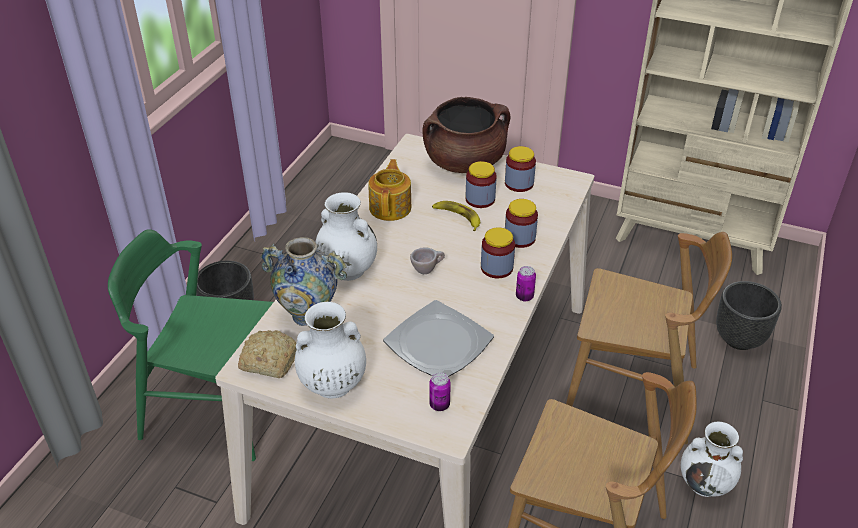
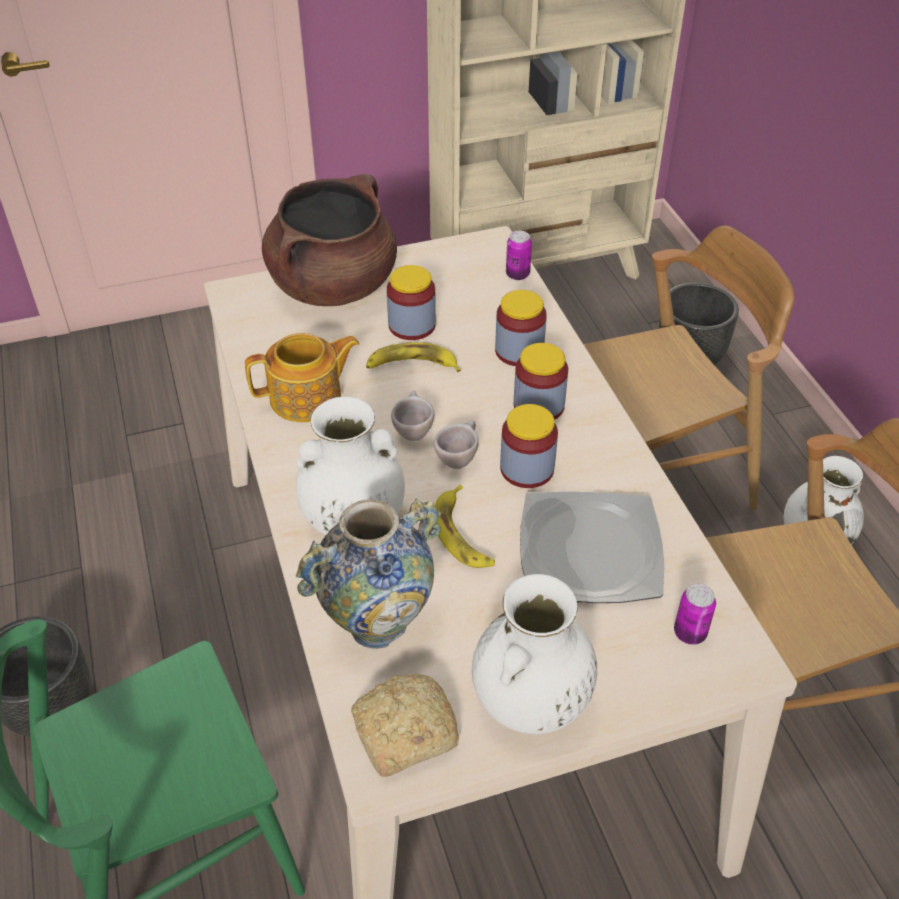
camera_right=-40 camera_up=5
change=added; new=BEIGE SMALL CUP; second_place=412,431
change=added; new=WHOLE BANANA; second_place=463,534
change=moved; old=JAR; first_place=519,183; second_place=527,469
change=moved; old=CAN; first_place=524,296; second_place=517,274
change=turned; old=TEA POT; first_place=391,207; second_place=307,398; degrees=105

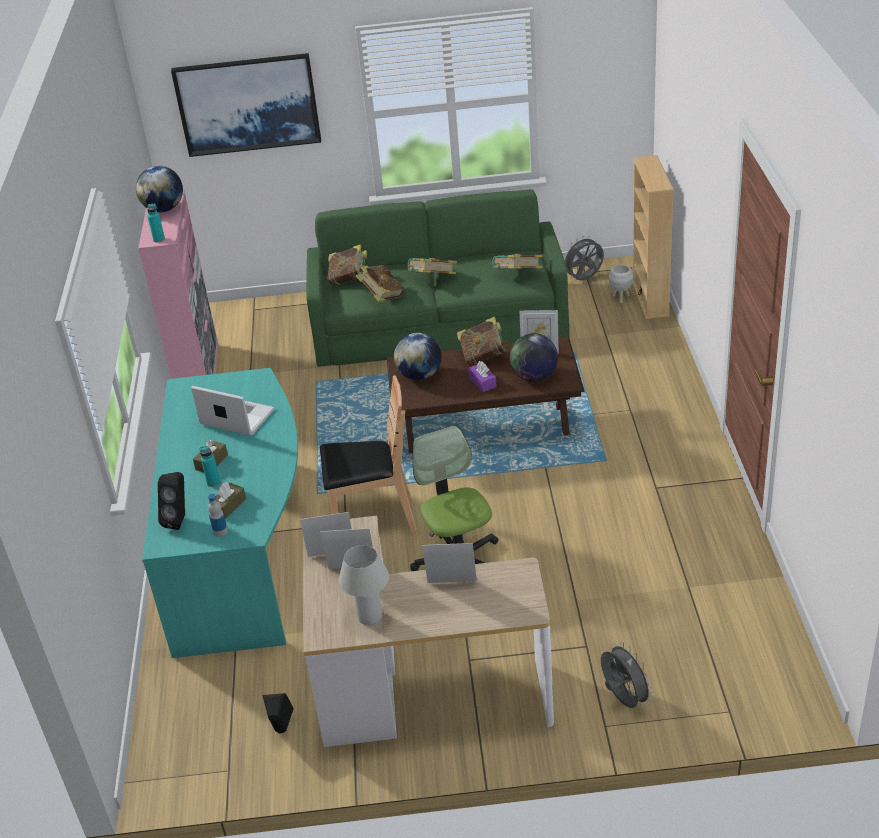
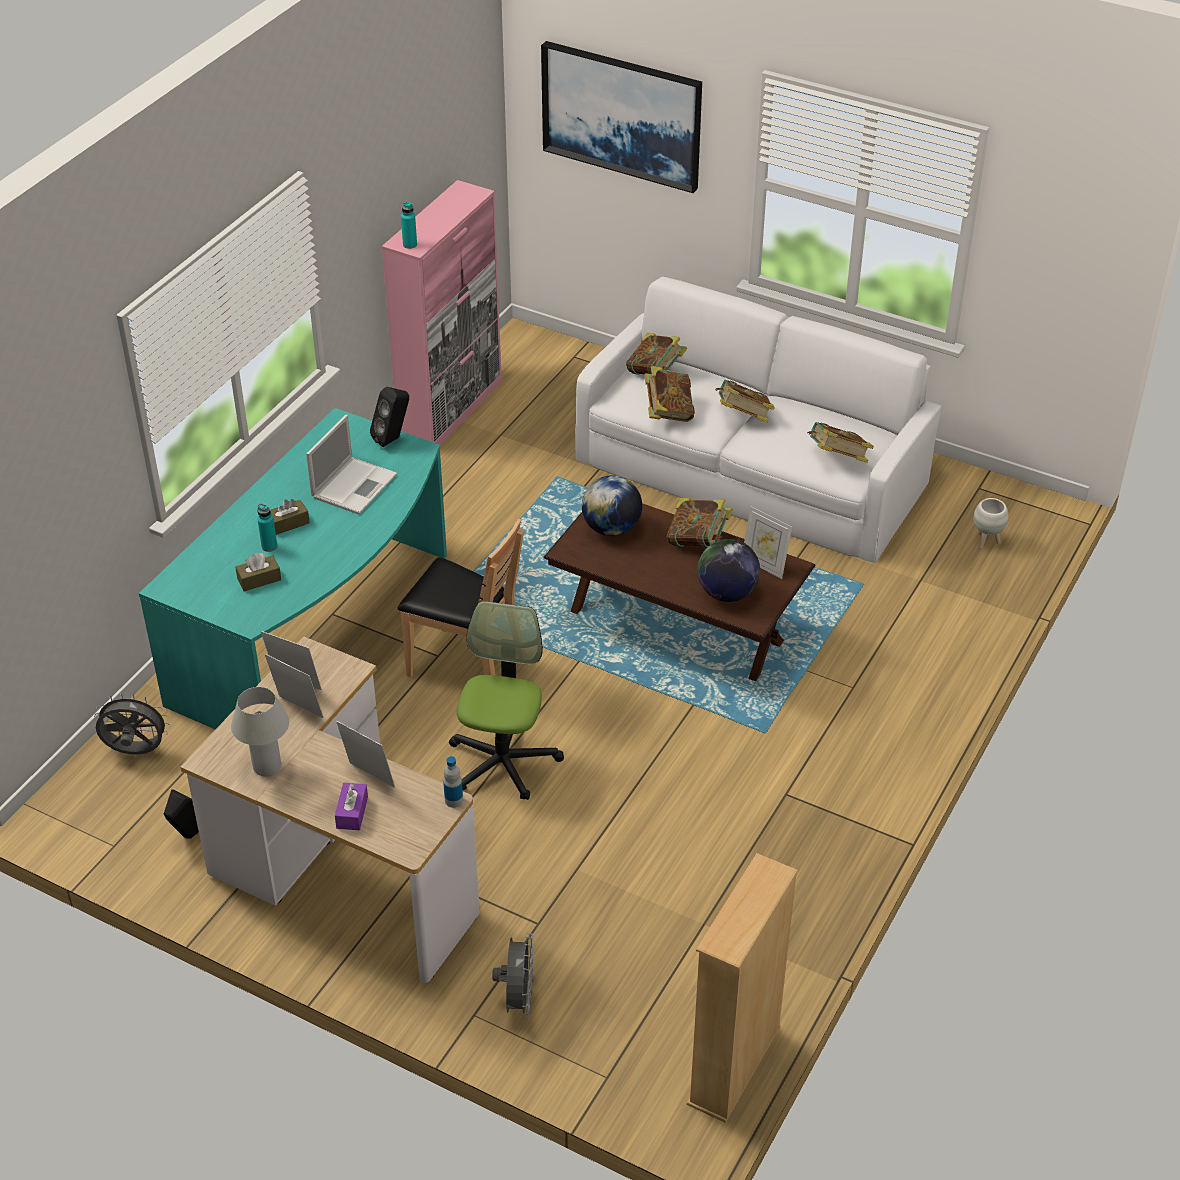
camera_right=30 camera_up=5
change=removed; old=WORLD GLOBE; first_place=164,209
change=moved; old=BLACK-COLOURED SPEAKER; first_place=179,520; second_place=393,439
change=moved; old=DRINK BOTTLE; first_place=220,531; second_place=454,800
change=moved; old=PURPLE TISSUE BOX; first_place=482,382; second_place=352,812
change=moved; old=GREY ELECTRIC FAN; first_place=584,279; second_place=135,752
change=moved; old=BEIGE SHELVING UNIT; first_place=650,298; second_place=734,1065
change=recoloured; old=GREENISH SOFA; new=WHITE-COLOURED SOFA; first_place=439,321; second_place=753,468
change=turned; old=PORTABLE COMPUTER; first_place=236,417; second_place=355,485; degrees=60

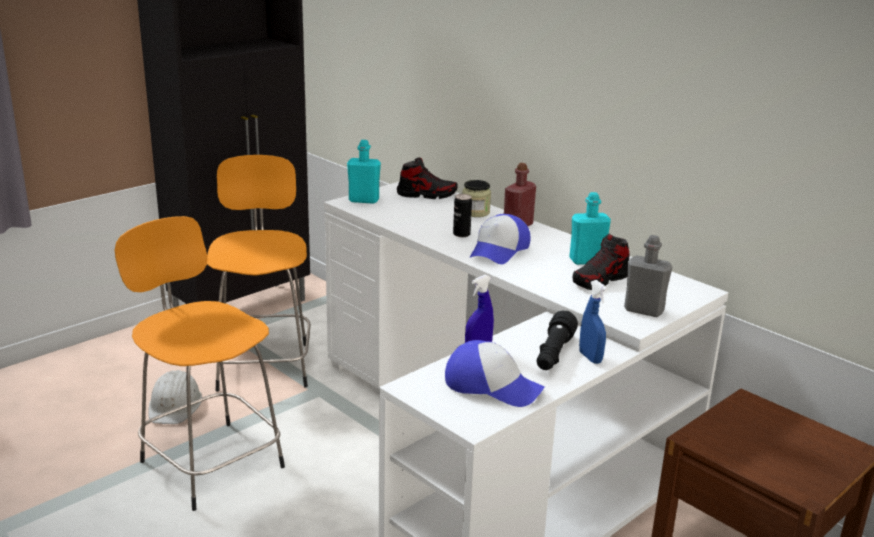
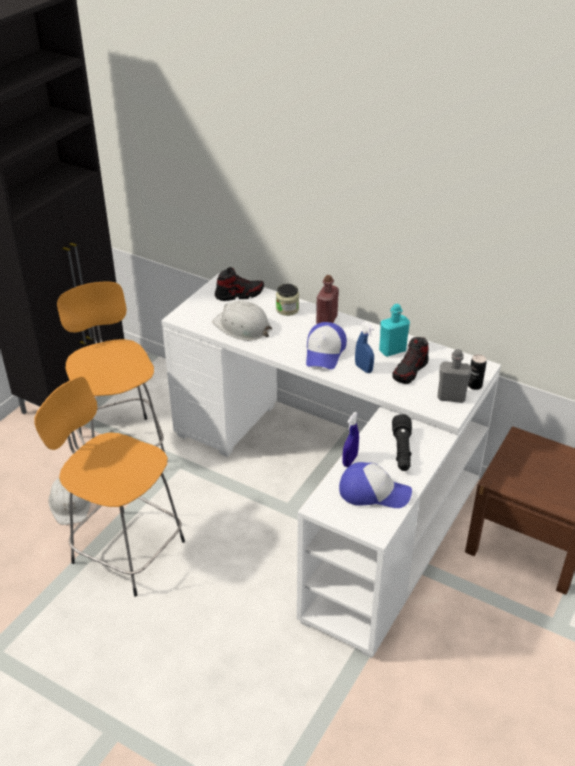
camera_right=-15 camera_up=15
change=removed; old=TURQUOISE DRINK BOTTLE; first_place=364,200
change=added; new=WHITE-COLOURED WORK HELMET; second_place=242,327
change=moved; old=CAN; first_place=461,234; second_place=474,385
change=moved; old=BLUE-COLOURED SPRAY BOTTLE; first_place=590,358; second_place=363,368

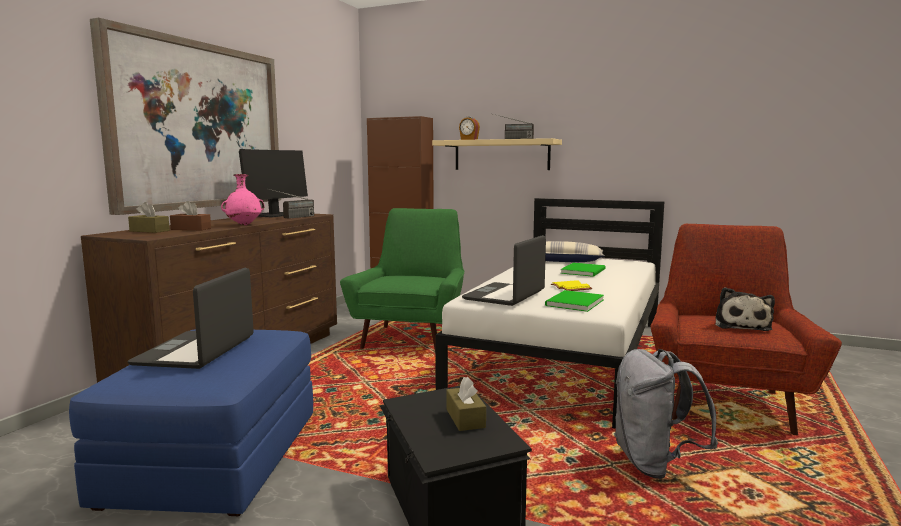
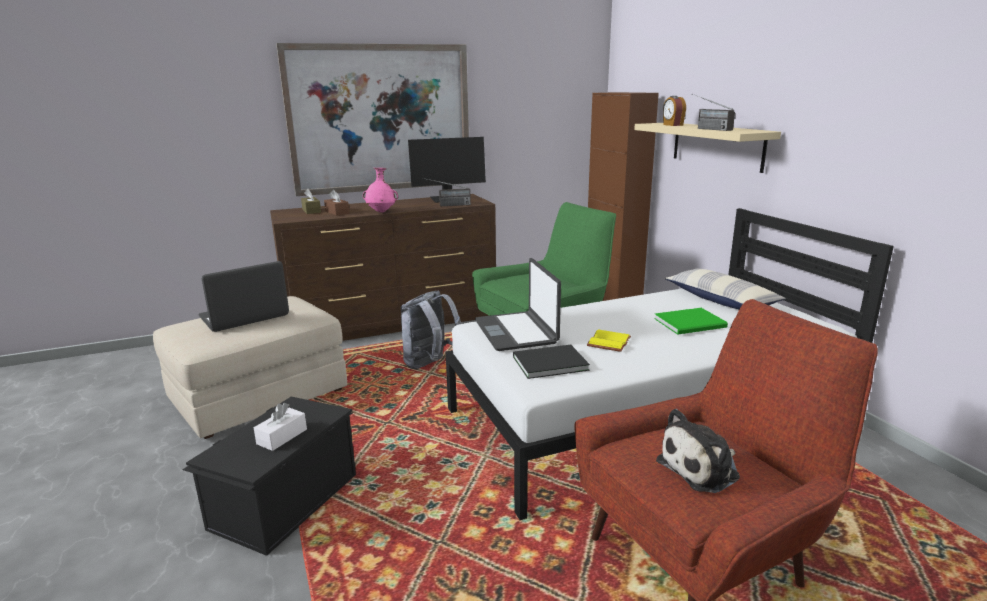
camera_right=45 camera_up=10
change=moved; old=GREY RUCKSACK; first_place=654,464; second_place=430,365
change=recoloured; old=BLUE-COLOURED FOOTREST; new=BEIGE FOOTREST; first_place=215,459; second_place=258,395
change=recoloured; old=BROWNISH TISSUE BOX; new=WHITE-COLOURED TISSUE BOX; first_place=465,418; second_place=282,436
change=recoloured; old=GREENISH BOUND BOOK; new=BLACK-COLOURED BOUND BOOK; first_place=572,303; second_place=547,363
change=turned; old=PORTABLE COMPUTER; first_place=505,295; second_place=516,332; degrees=-90

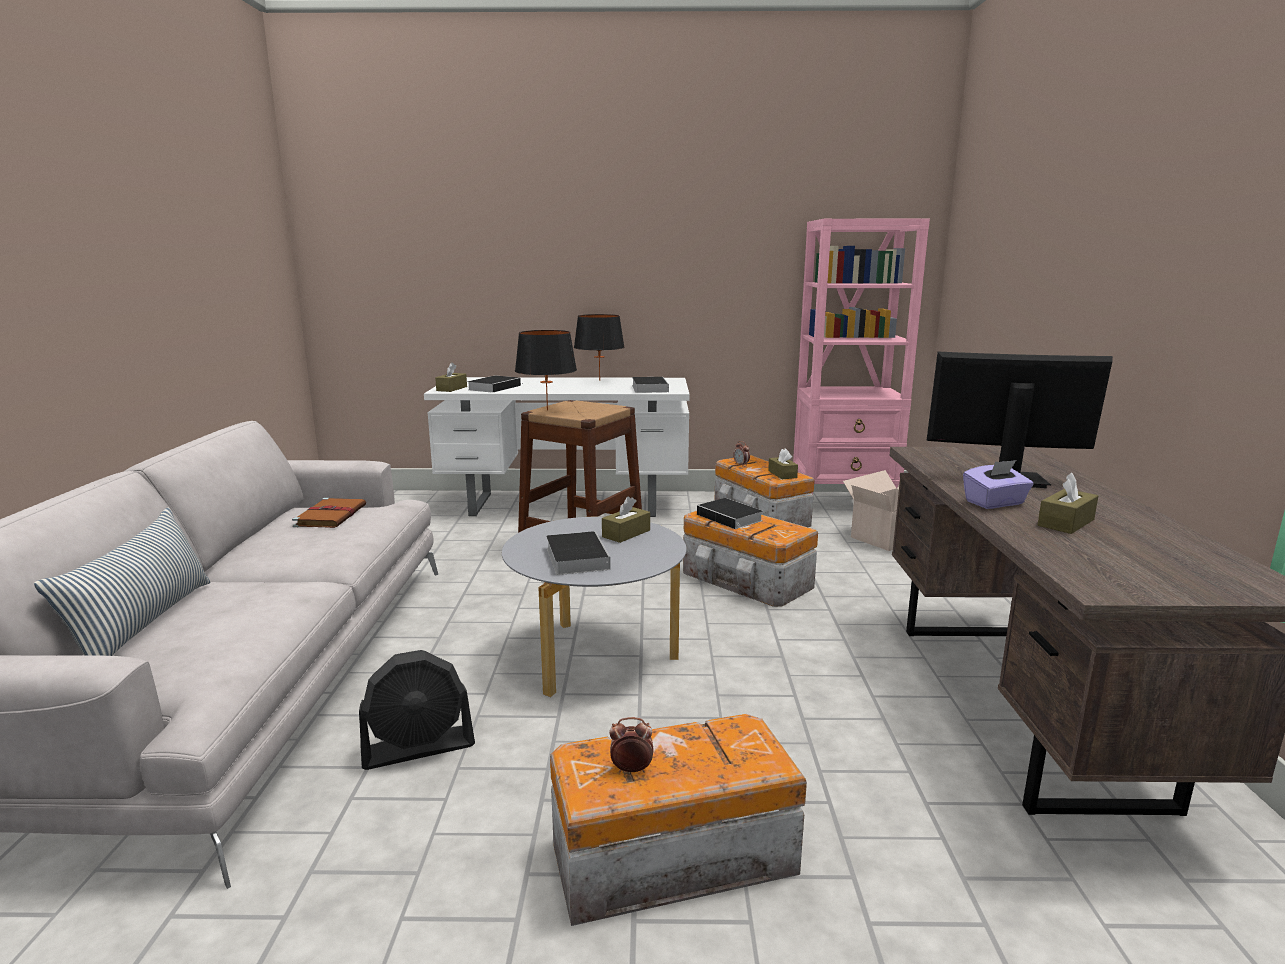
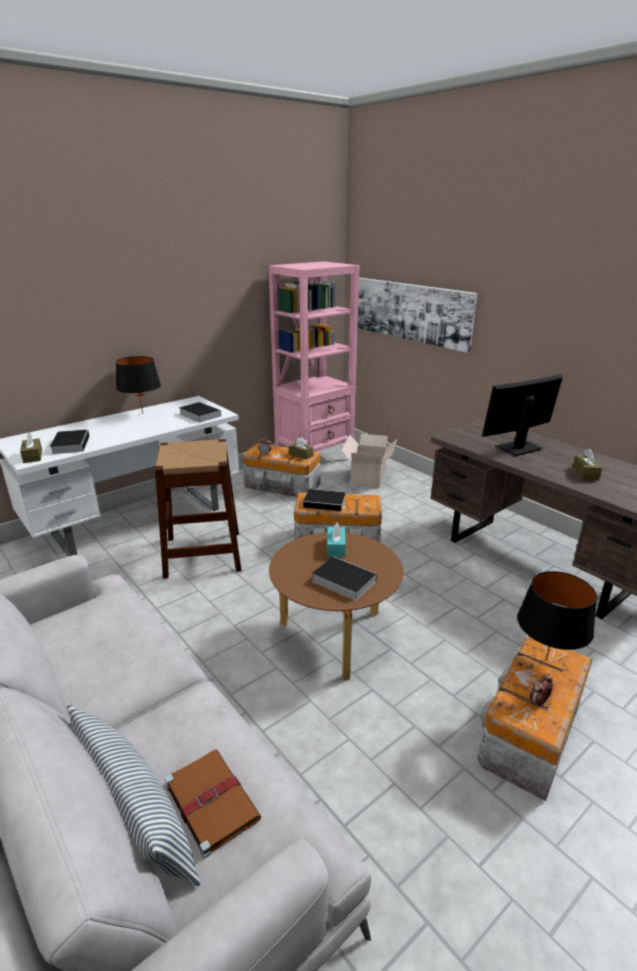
camera_right=-40 camera_up=10
change=removed; old=BLACK-COLOURED ELECTRIC FAN; first_place=418,748
change=removed; old=PURPLE TISSUE BOX; first_place=995,503
change=added; new=WALL ART; second_place=409,311
change=moved; old=BROWNISH BOUND BOOK; first_place=331,515; second_place=210,800
change=moved; old=BLACK-COLOURED LAMP FOR A TABLE; first_place=547,410; second_place=546,659
change=recoloured; old=GREY LOUNGE TABLE; new=BROWNISH LOUNGE TABLE; first_place=596,656; second_place=334,636
change=recoloured; old=BROWNISH TISSUE BOX; new=TURQUOISE TISSUE BOX; first_place=626,533; second_place=336,547

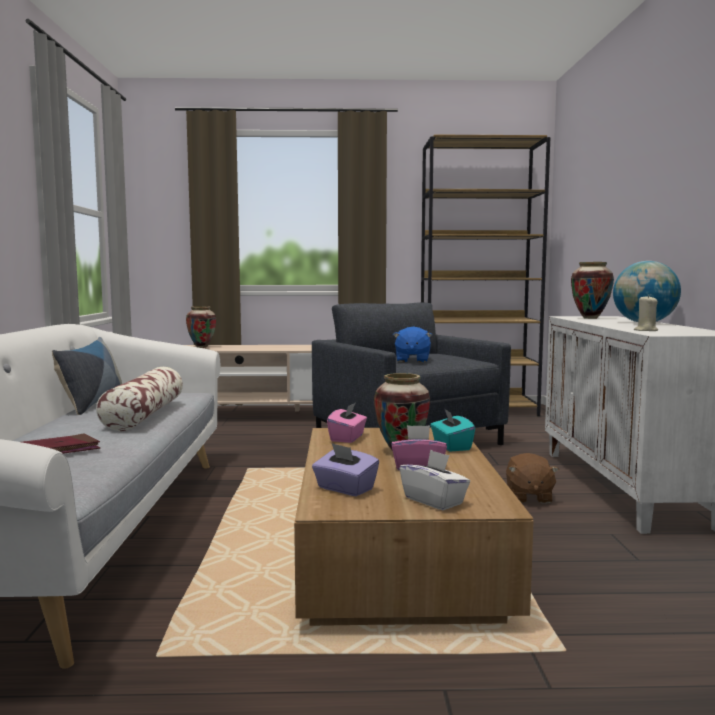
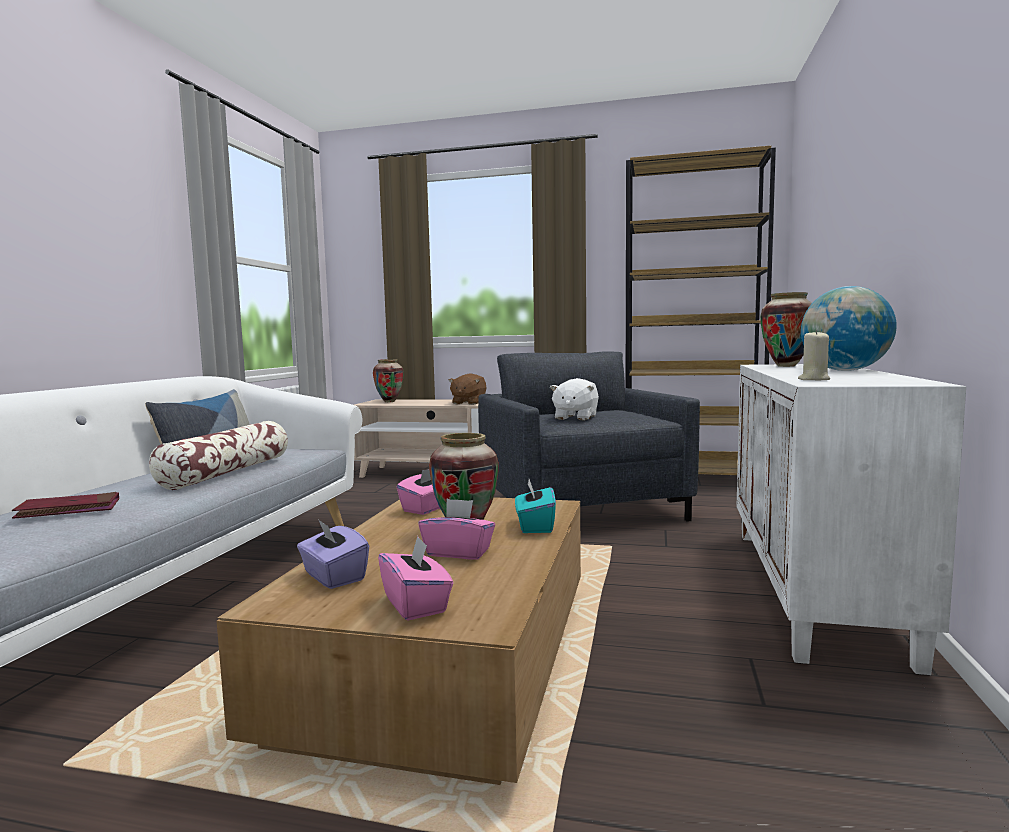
camera_right=15 camera_up=0
change=moved; old=BROWNISH CUDDLY TOY; first_place=528,497; second_place=468,403
change=recoloured; old=BLUE-COLOURED CUDDLY TOY; new=WHITE-COLOURED CUDDLY TOY; first_place=412,360; second_place=575,417
change=recoloured; old=WHITE-COLOURED TISSUE BOX; new=PINK TISSUE BOX; first_place=434,501; second_place=416,604

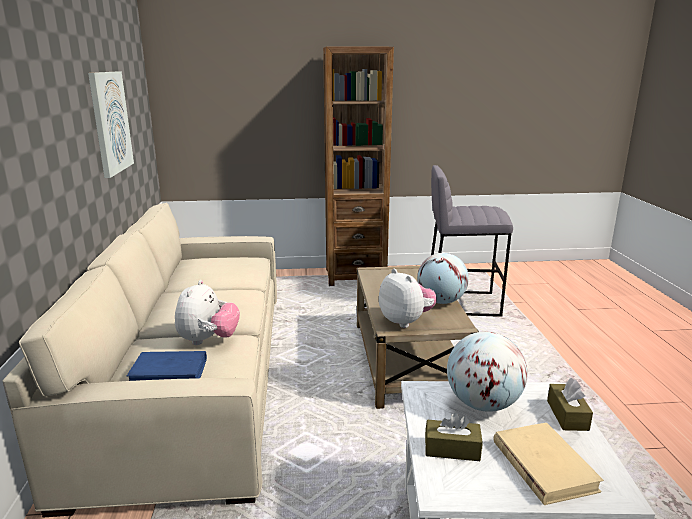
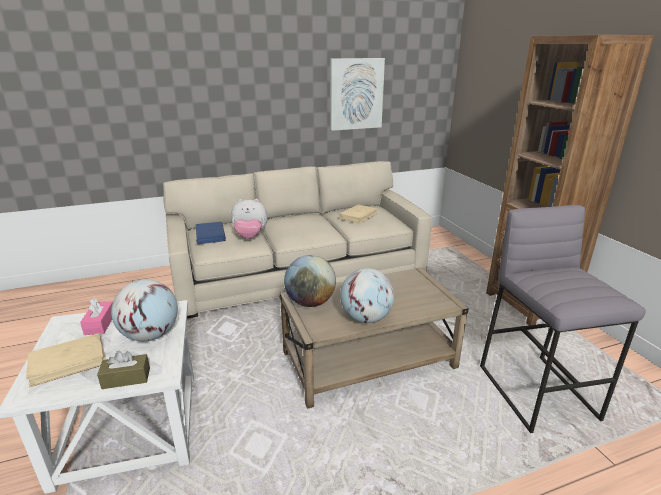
camera_right=75 camera_up=5
change=added; new=BEIGE BOUND BOOK; second_place=358,216
change=replaced; old=CUDDLY TOY; new=WORLD GLOBE; first_place=406,321; second_place=310,302
change=recoloured; old=BROWNISH TISSUE BOX; new=PINK TISSUE BOX; first_place=452,449; second_place=100,324

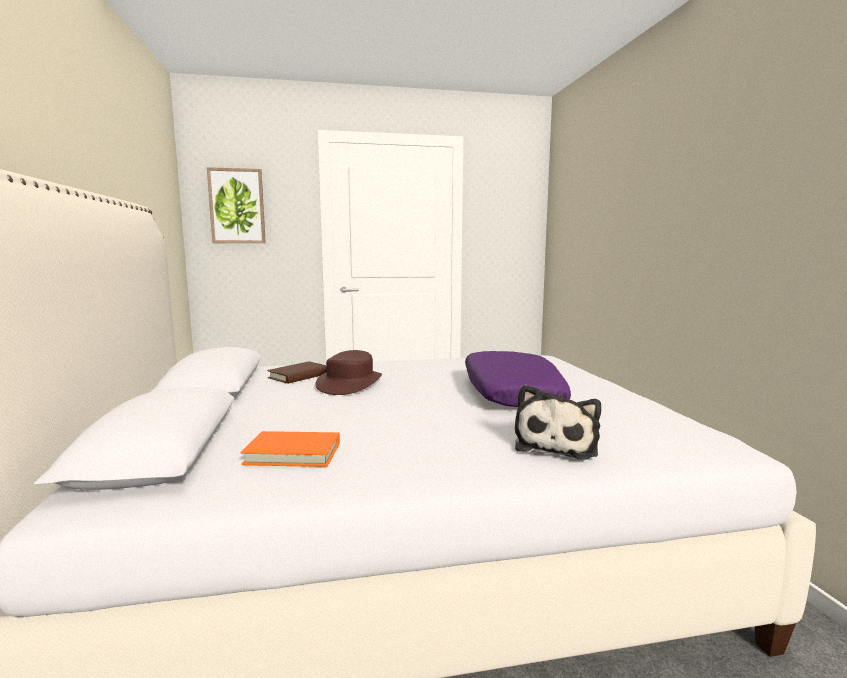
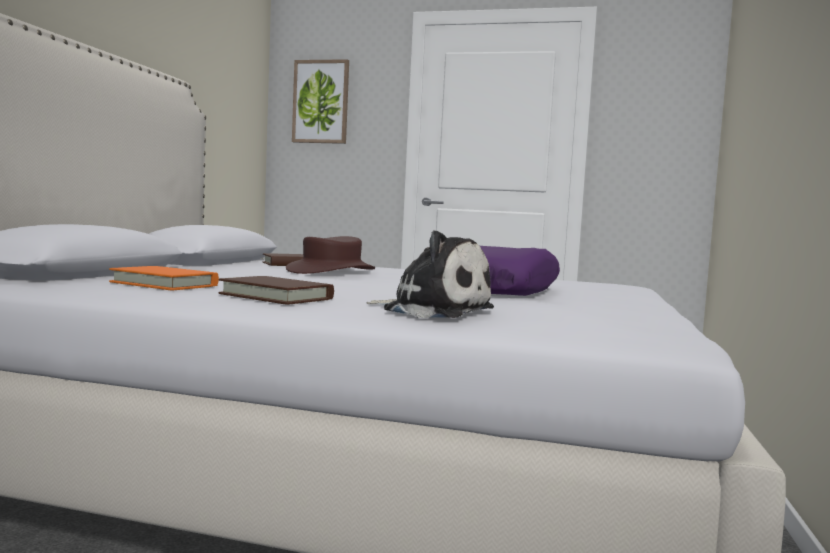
camera_right=25 camera_up=-5
change=added; new=BROWNISH BOUND BOOK; second_place=276,296
change=turned; old=CUDDLY TOY; first_place=556,444; second_place=433,311; degrees=-105

